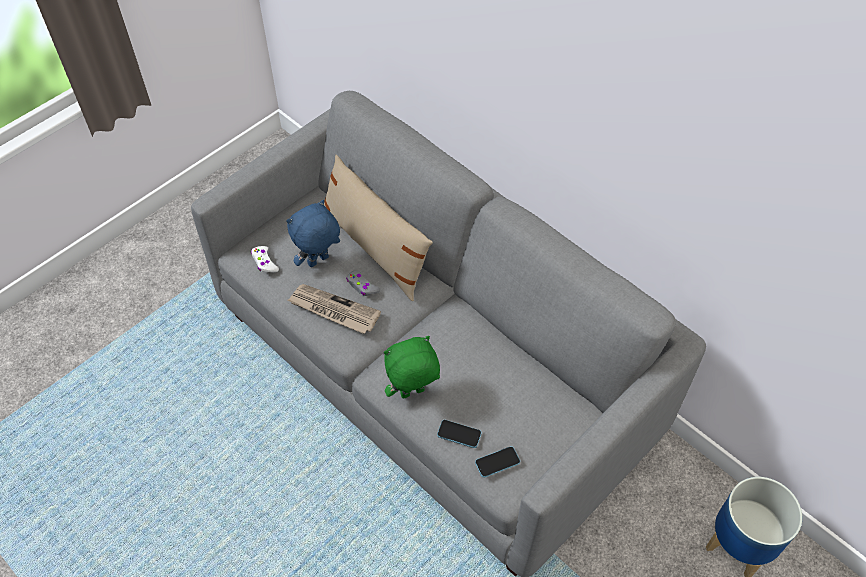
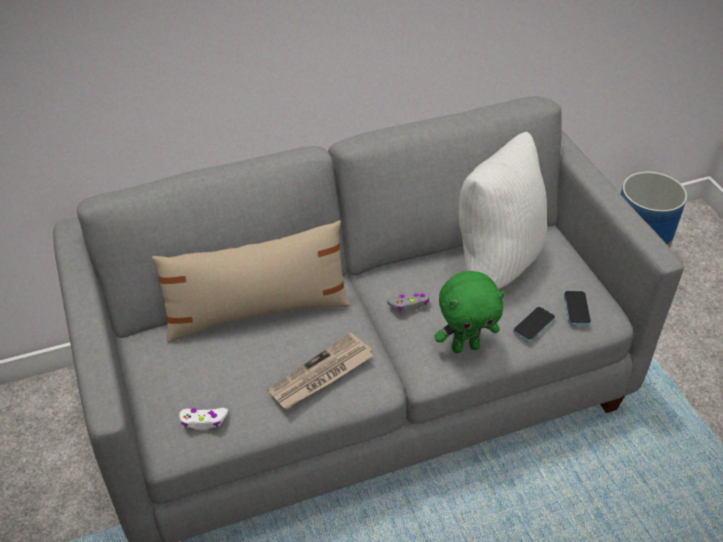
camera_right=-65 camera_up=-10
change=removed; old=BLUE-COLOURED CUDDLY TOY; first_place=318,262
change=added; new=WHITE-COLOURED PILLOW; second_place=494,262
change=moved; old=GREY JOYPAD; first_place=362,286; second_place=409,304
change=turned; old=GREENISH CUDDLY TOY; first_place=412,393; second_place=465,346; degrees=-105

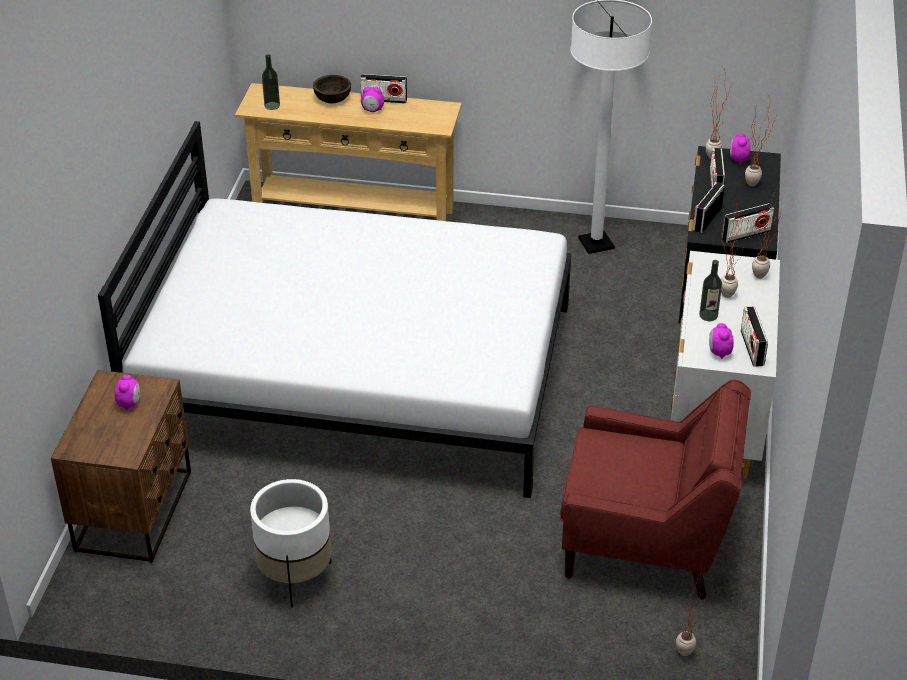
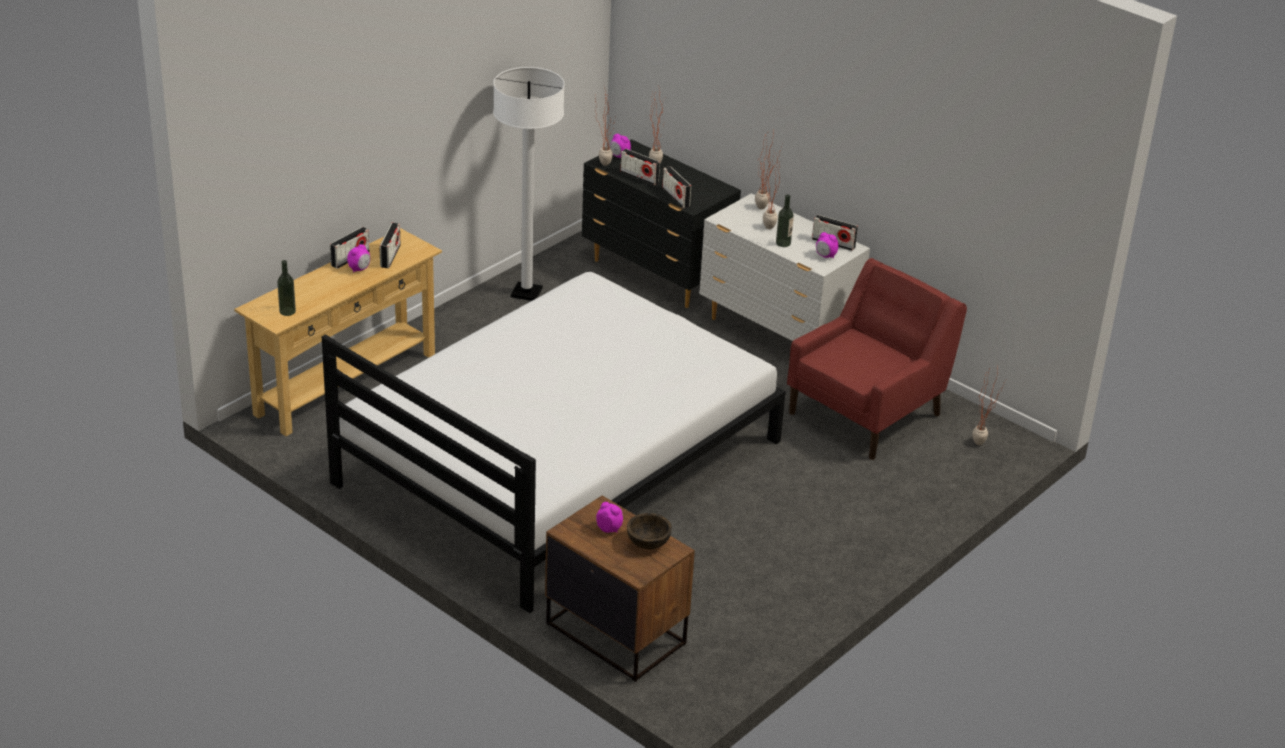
camera_right=-60 camera_up=-5
change=removed; old=WHITE-COLOURED PLANT POT; first_place=295,577
change=moved; old=BROWNISH SERVING BOWL; first_place=332,99; second_place=648,543
change=moved; old=RADIO RECEIVER; first_place=746,235; second_place=390,256

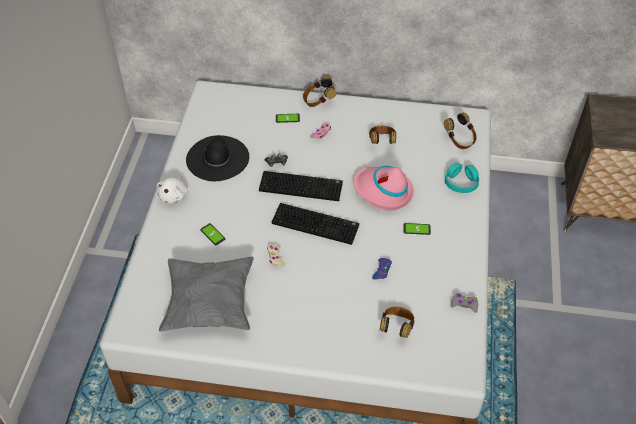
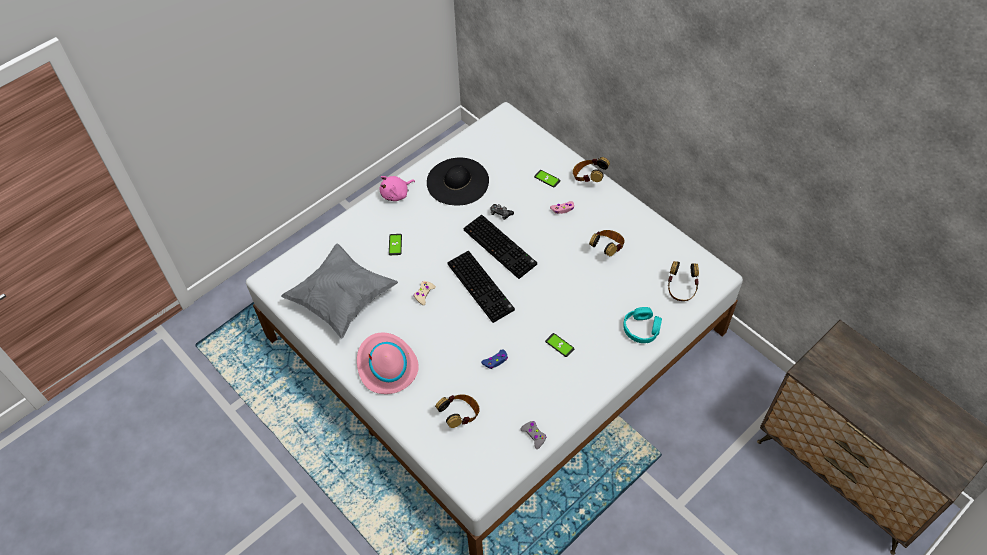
camera_right=40 camera_up=5
change=moved; old=PINK WEARABLE HAT; first_place=383,191; second_place=386,366
change=recoloured; old=WHITE-COLOURED CUDDLY TOY; new=PINK CUDDLY TOY; first_place=174,195; second_place=396,194

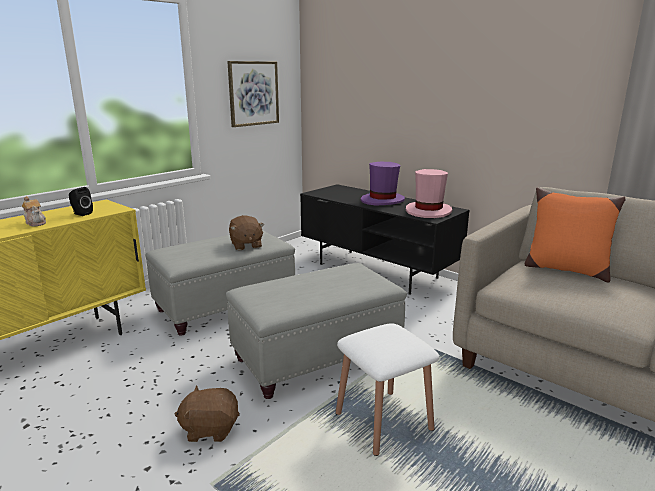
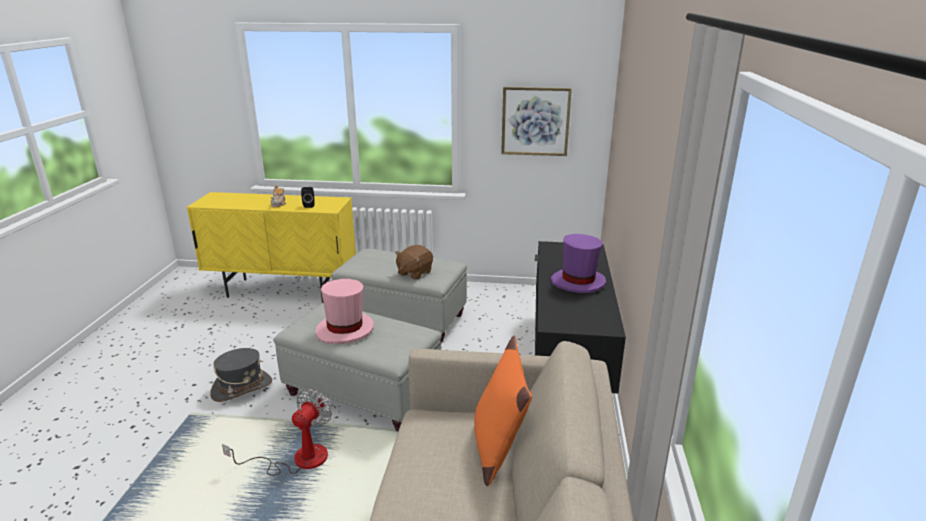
camera_right=55 camera_up=5
change=moved; old=PINK WEARABLE HAT; first_place=428,211; second_place=345,330
change=replaced; old=BROWNISH CUDDLY TOY; new=GREY WEARABLE HAT; first_place=210,429; second_place=242,388
change=replaced; old=WHITE-COLOURED SITTING STOOL; new=ELECTRIC FAN; first_place=383,421; second_place=297,459

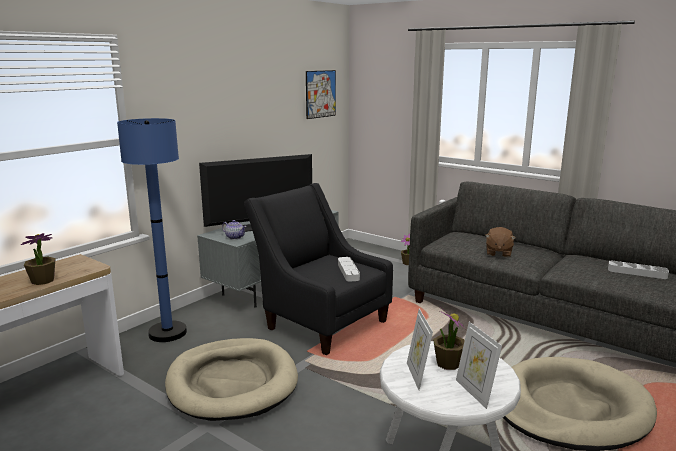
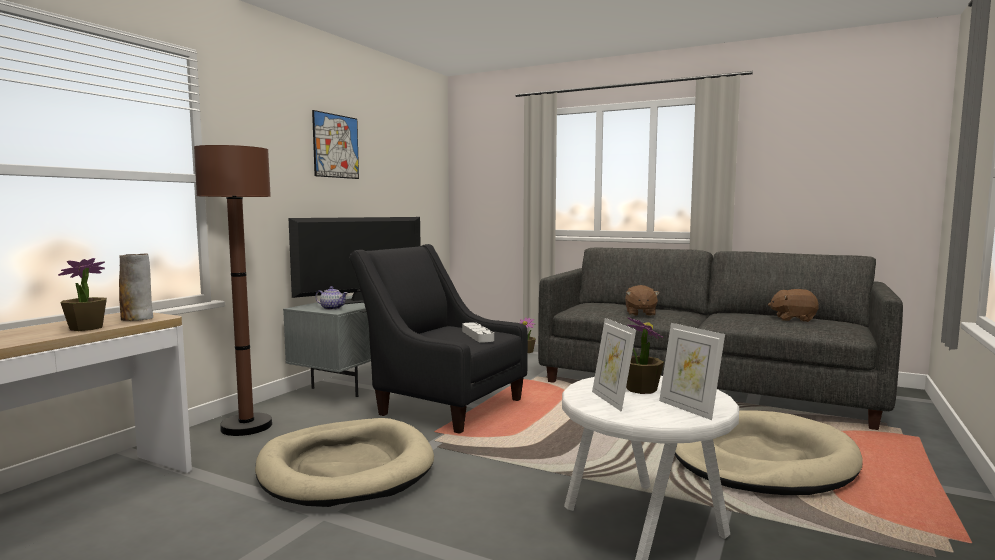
camera_right=-10 camera_up=-10
change=added; new=DECORATIVE VASE; second_place=137,319
change=moved; old=WALL ART; first_place=320,94; second_place=336,146
change=replaced; old=GREY TRAY; new=BROWNISH CUDDLY TOY; first_place=637,272; second_place=793,319
change=recoloured; old=BLUE-COLOURED STANDING LAMP; new=BROWNISH STANDING LAMP; first_place=167,333; second_place=246,426

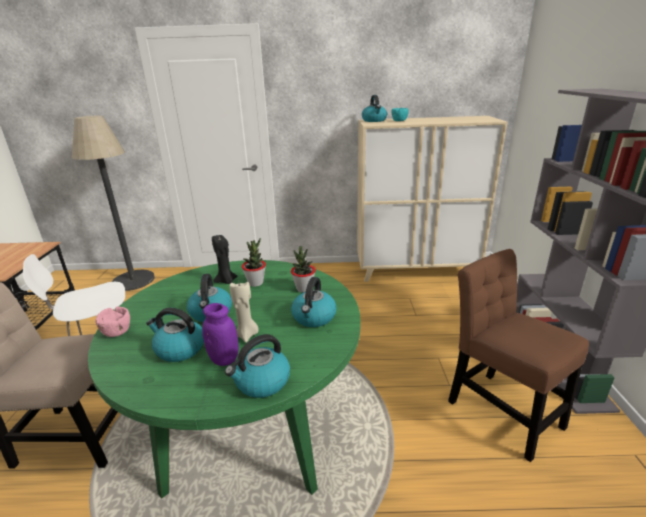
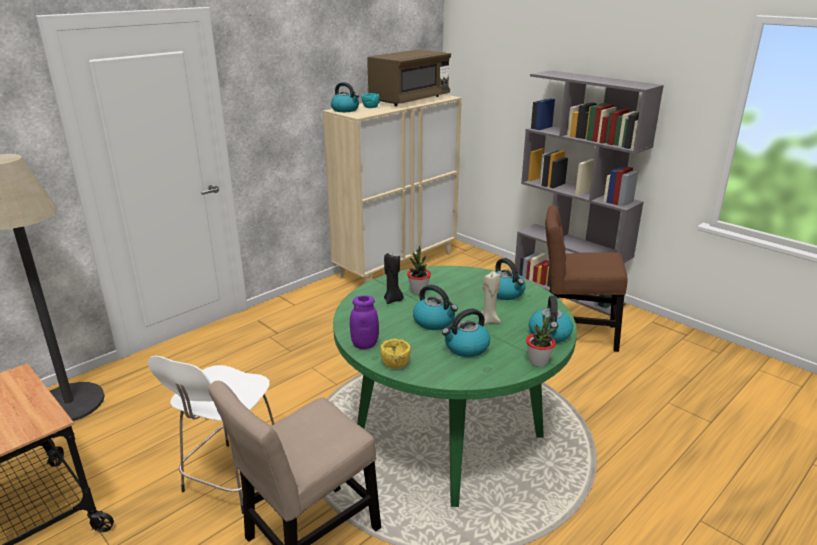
camera_right=-45 camera_up=0
change=added; new=BROWNISH MICROWAVE OVEN; second_place=409,100
change=moved; old=PURPLE JAR; first_place=224,359; second_place=365,345
change=moved; old=HOUSEPLANT; first_place=304,288; second_place=538,362
change=recoloured; old=PINK SERVING BOWL; new=YELLOW SERVING BOWL; first_place=117,332; second_place=395,364

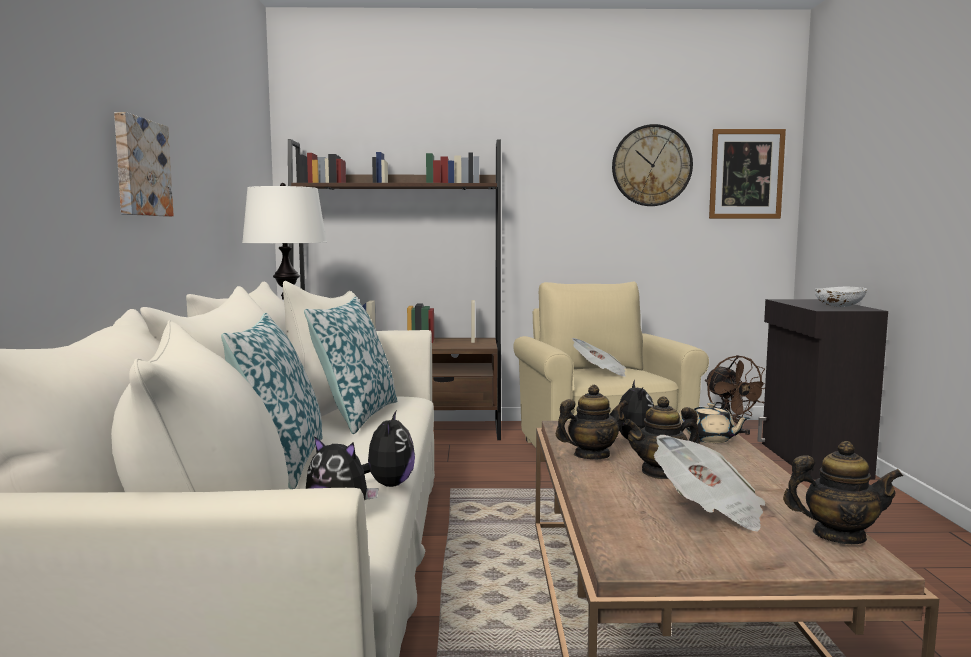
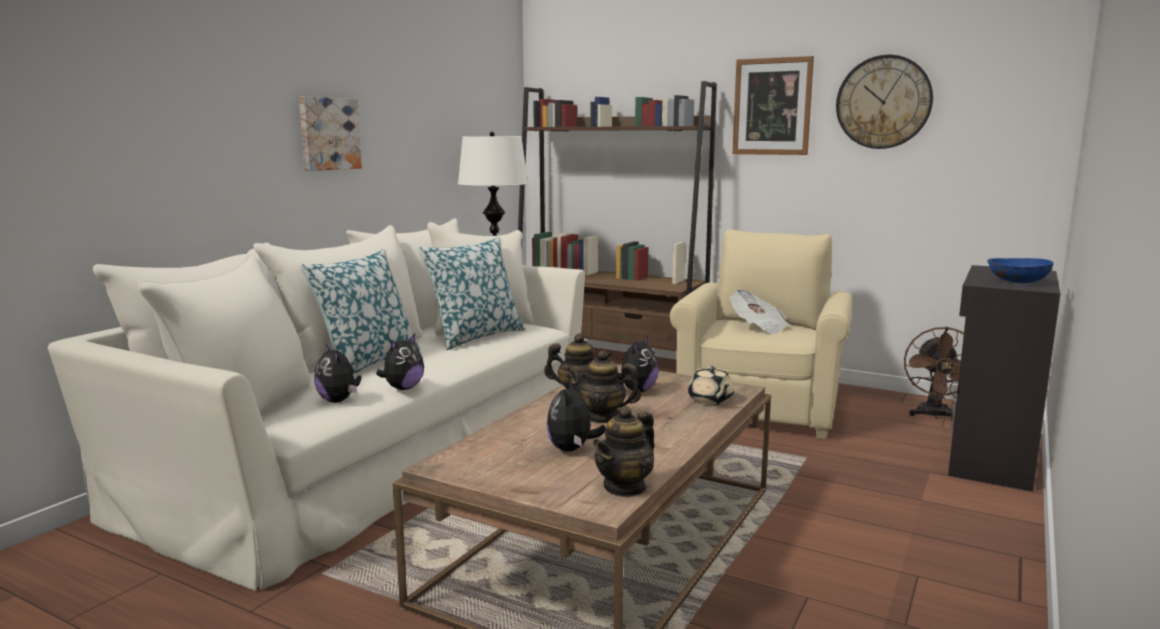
camera_right=30 camera_up=5
change=moved; old=WALL ART; first_place=746,174; second_place=772,106
change=replaced; old=PRINTED PAPER; new=CUDDLY TOY; first_place=709,510; second_place=572,449
change=recoloured; old=WHITE-COLOURED SERVING BOWL; new=BLUE-COLOURED SERVING BOWL; first_place=839,307; second_place=1017,282
change=turned; old=TEA POT; first_place=838,536; second_place=625,487; degrees=90

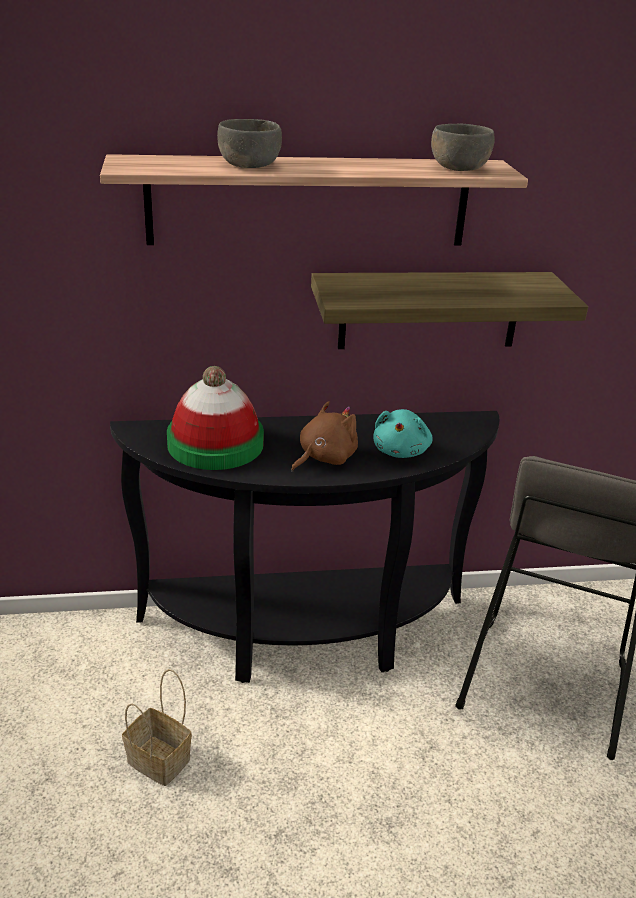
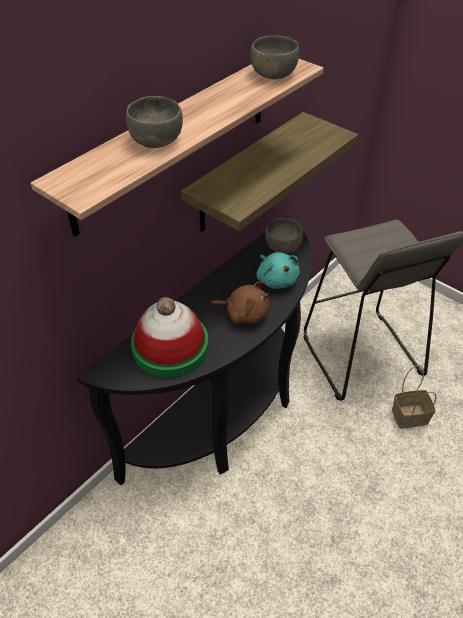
camera_right=-40 camera_up=15
change=added; new=GREY SERVING BOWL; second_place=283,247
change=moved; old=STORAGE BASKET; first_place=161,760; second_place=410,415
change=turned; old=BROWNISH CUDDLY TOY; first_place=324,458; second_place=244,314; degrees=105

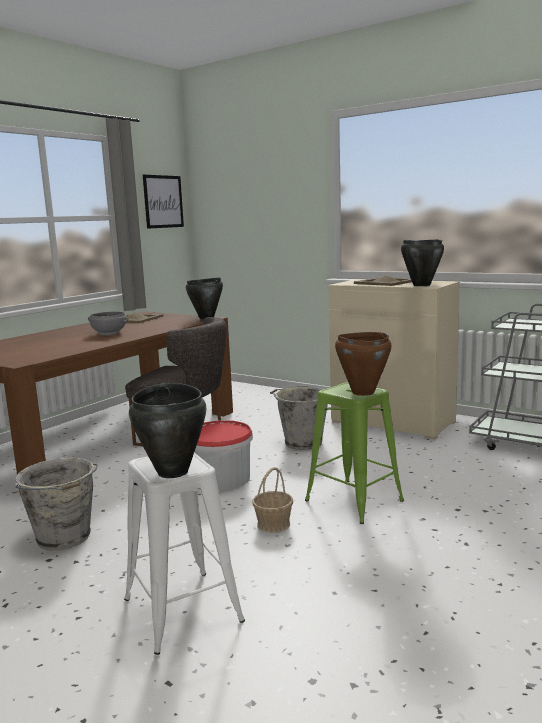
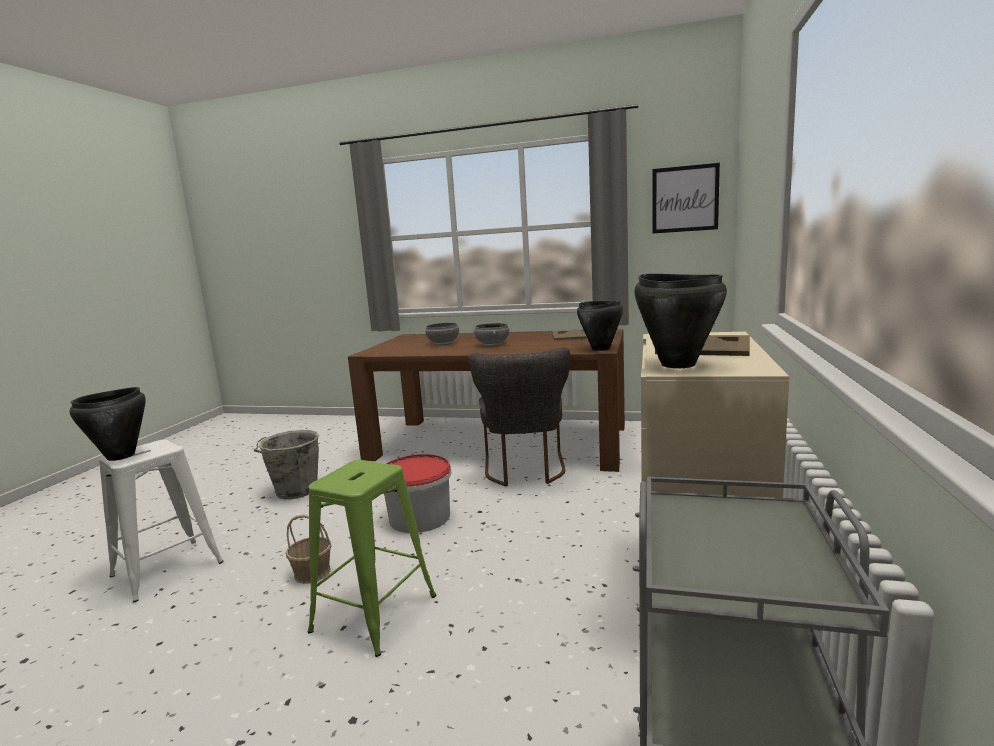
camera_right=70 camera_up=0
change=removed; old=GREY BUCKET; first_place=302,443
change=removed; old=BROWNISH COOKING POT; first_place=362,392
change=added; new=GREY SERVING BOWL; second_place=444,343

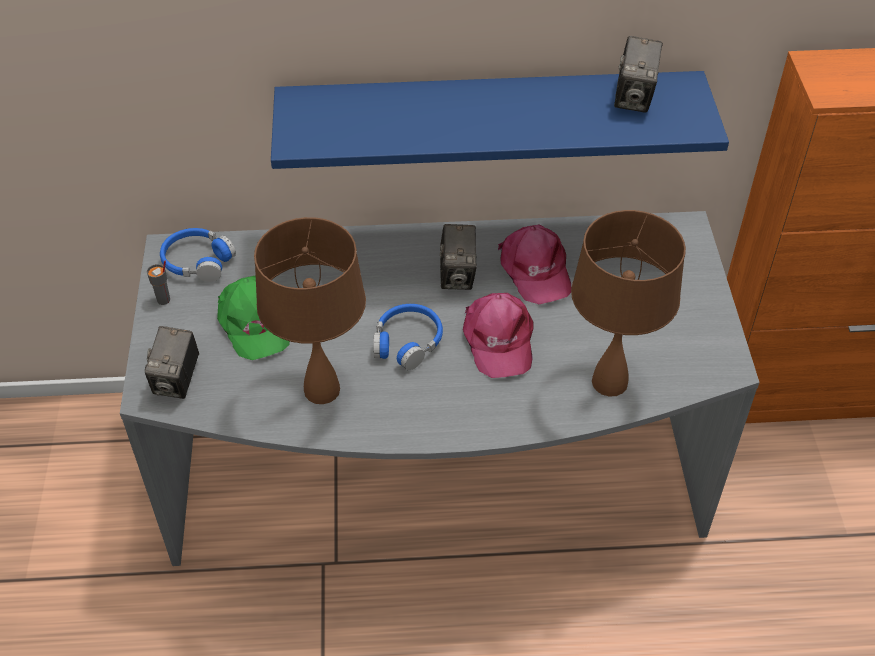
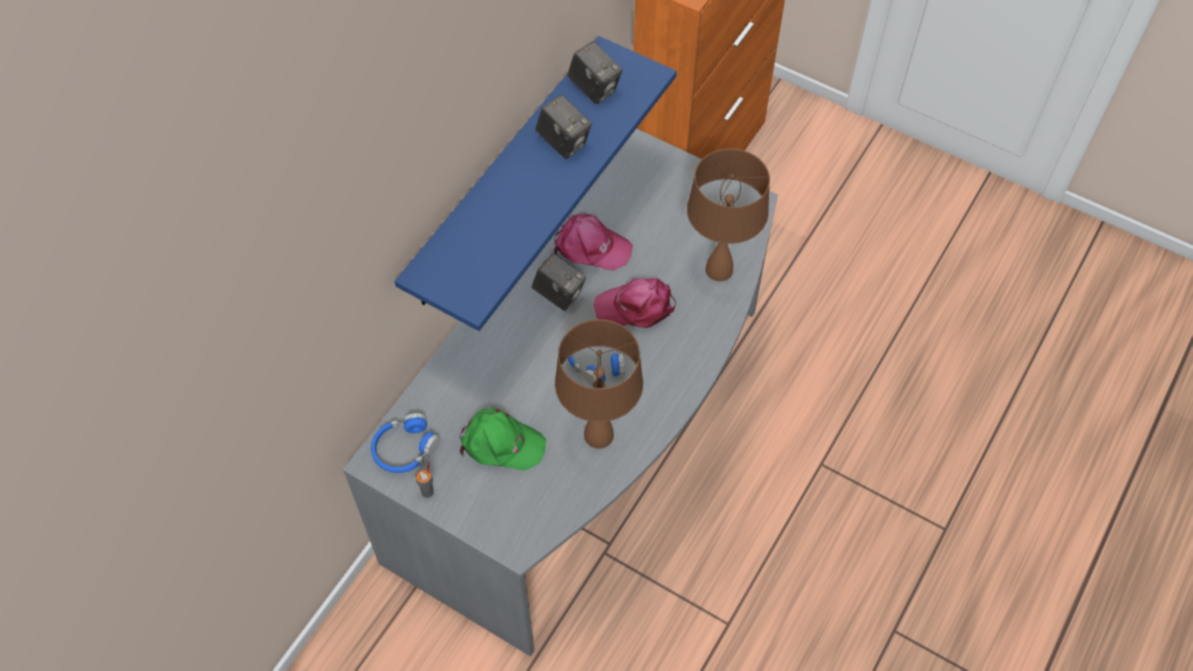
camera_right=-55 camera_up=10
change=moved; old=STILL CAMERA; first_place=177,381; second_place=563,142
change=turned; old=PINK CAP; first_place=498,340; second_place=636,307; degrees=150

